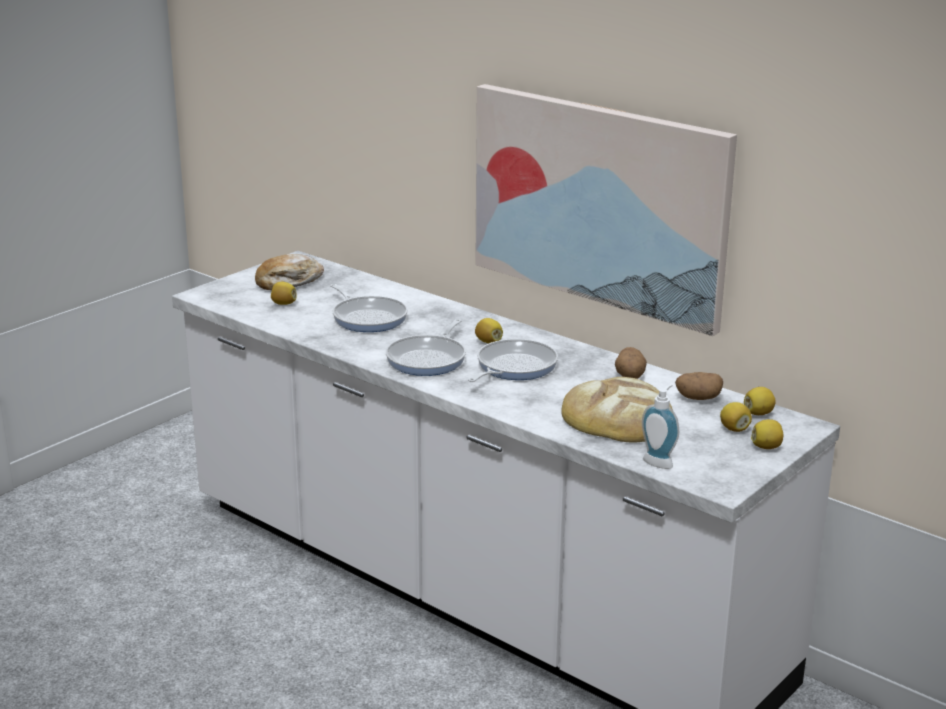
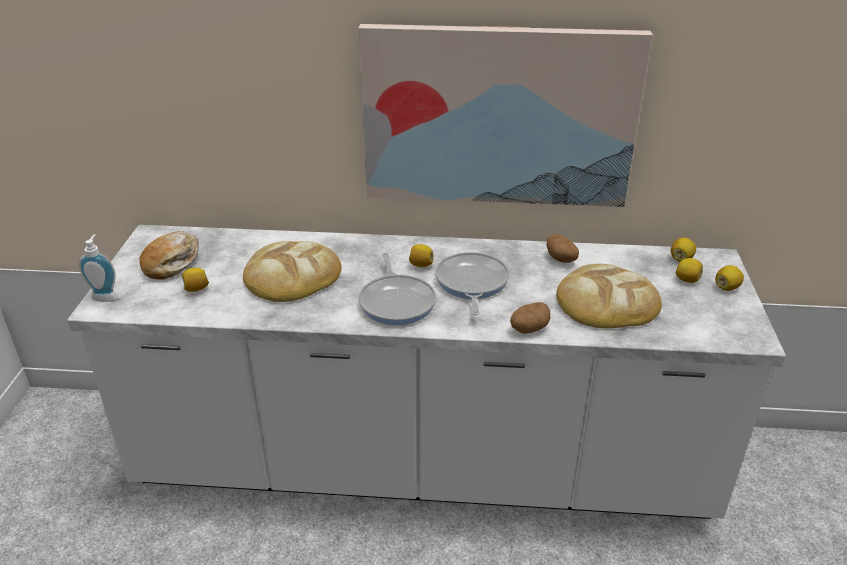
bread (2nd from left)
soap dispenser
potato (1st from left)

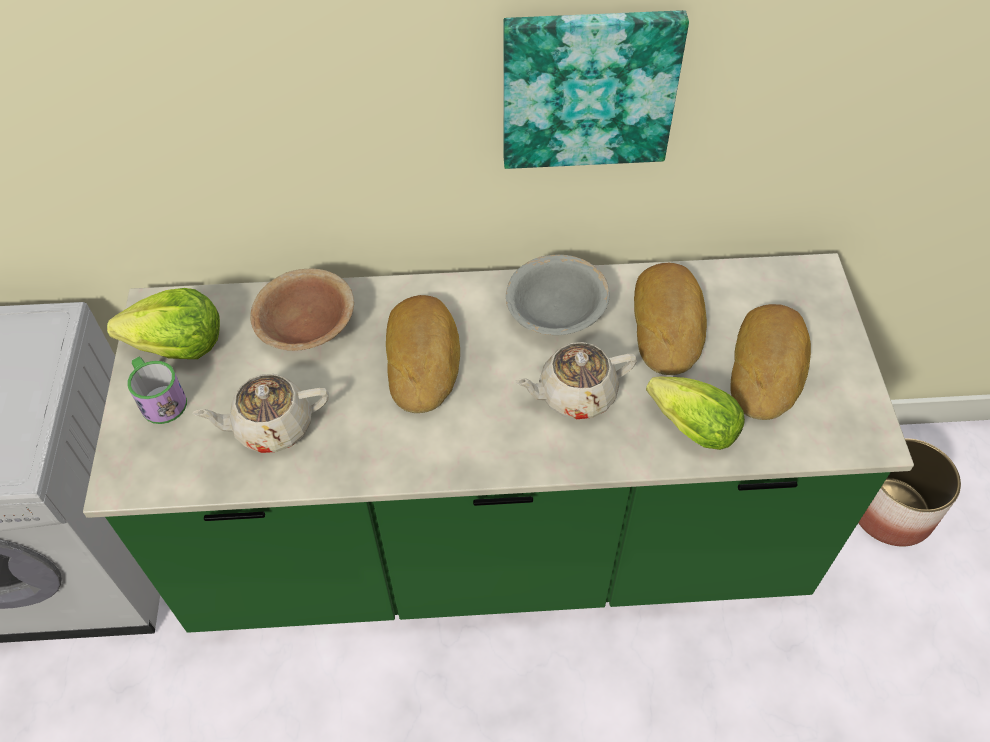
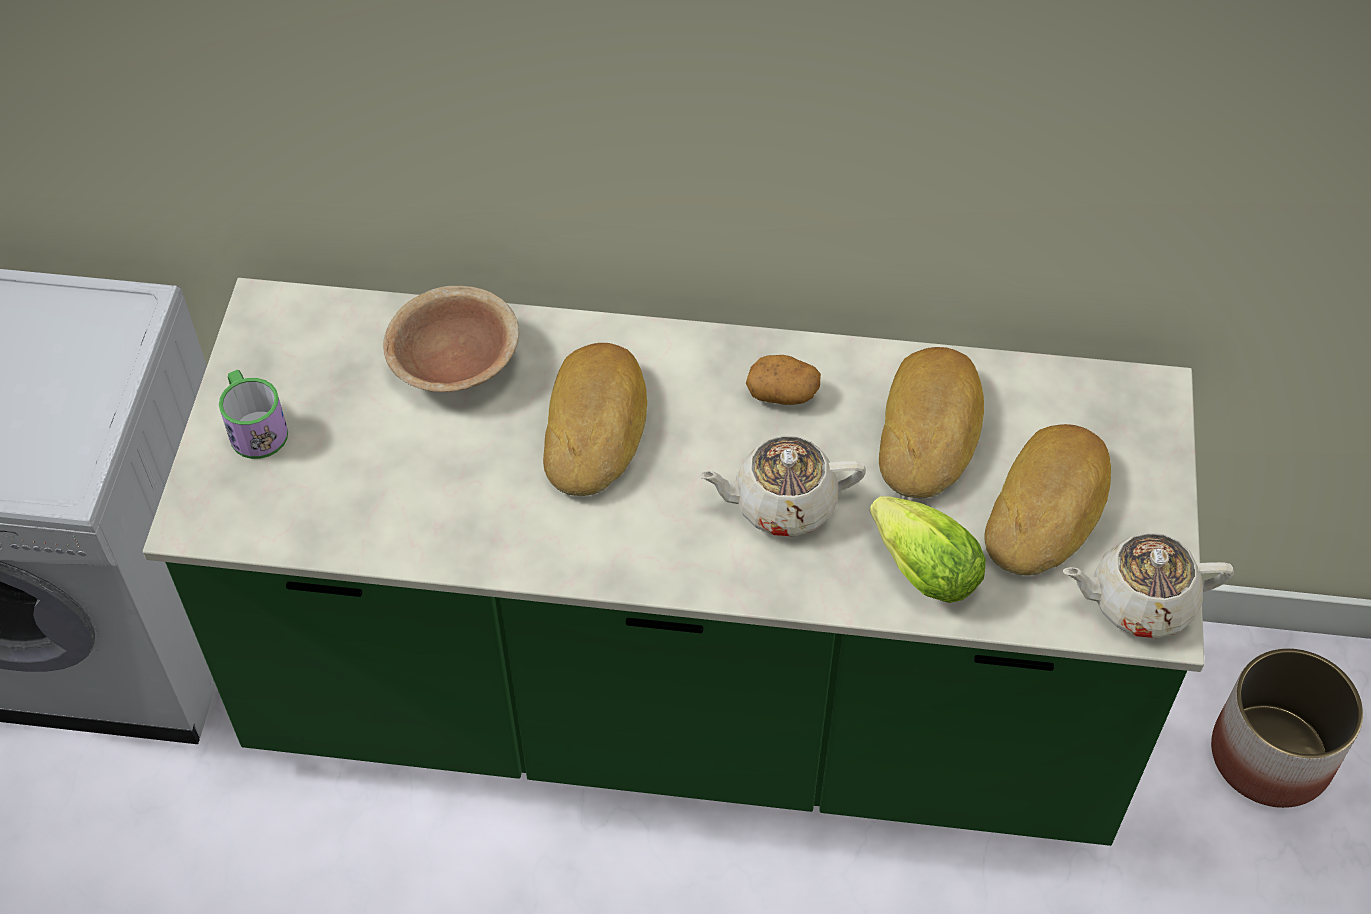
lettuce (1st from left in the first image)
beige teapot (2nd from left)
picture
potato

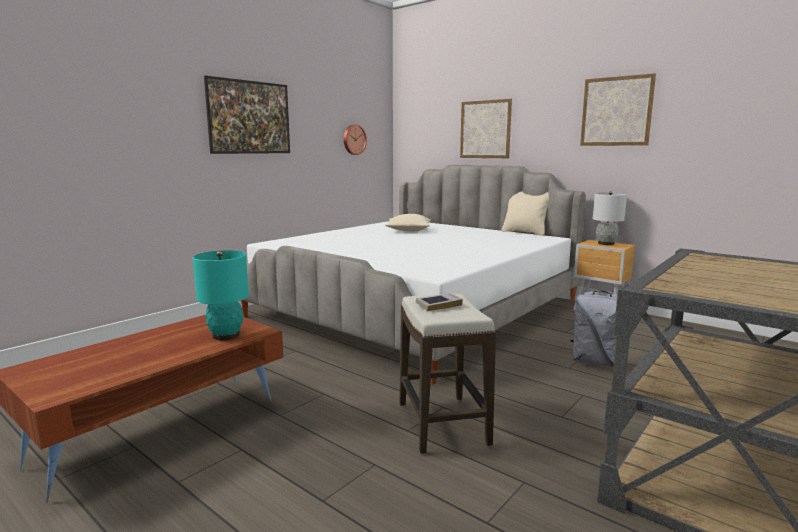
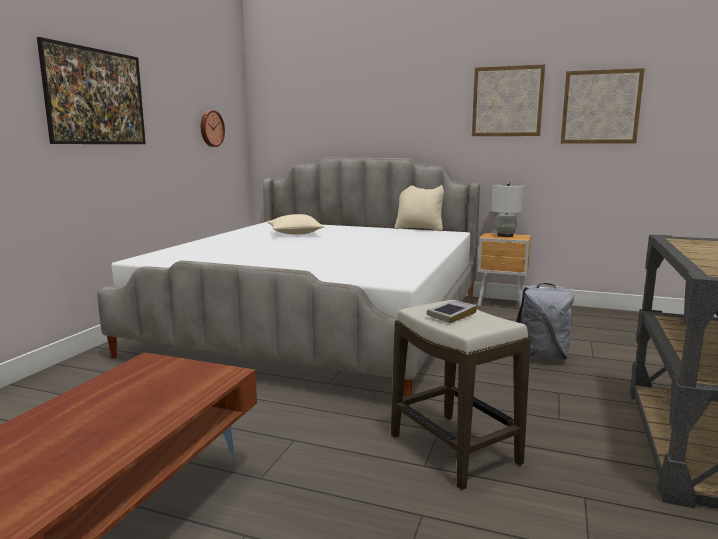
turquoise table lamp
picture (3rd from left)

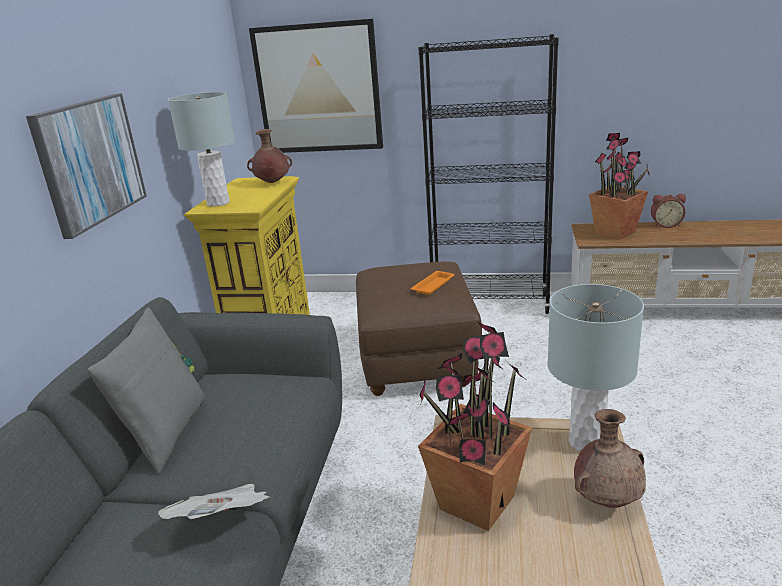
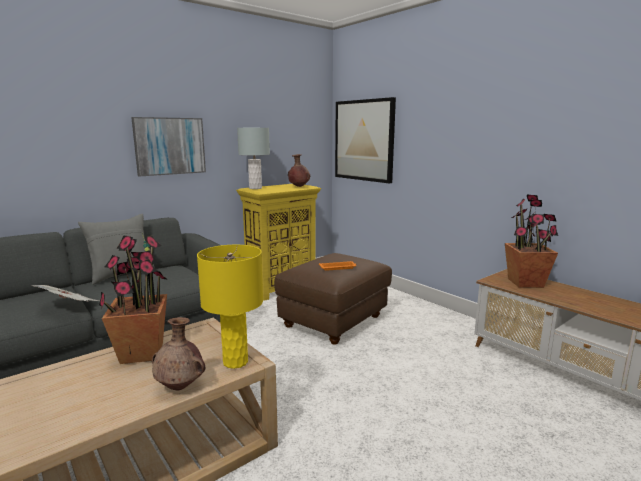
black bookcase
yellow table lamp
alarm clock

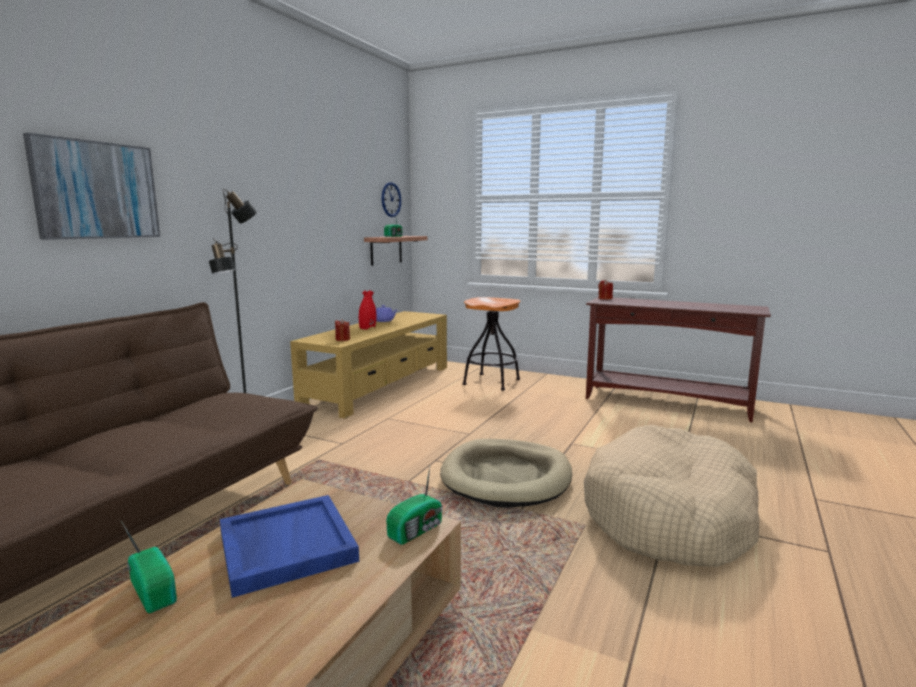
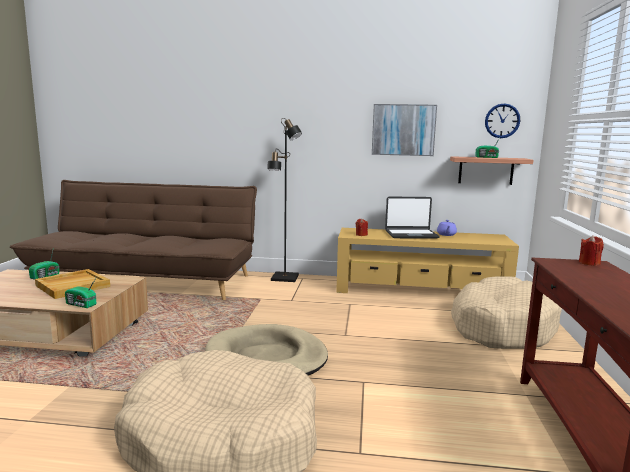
picture
beige tray
laptop
beige dog bed (3rd from left)

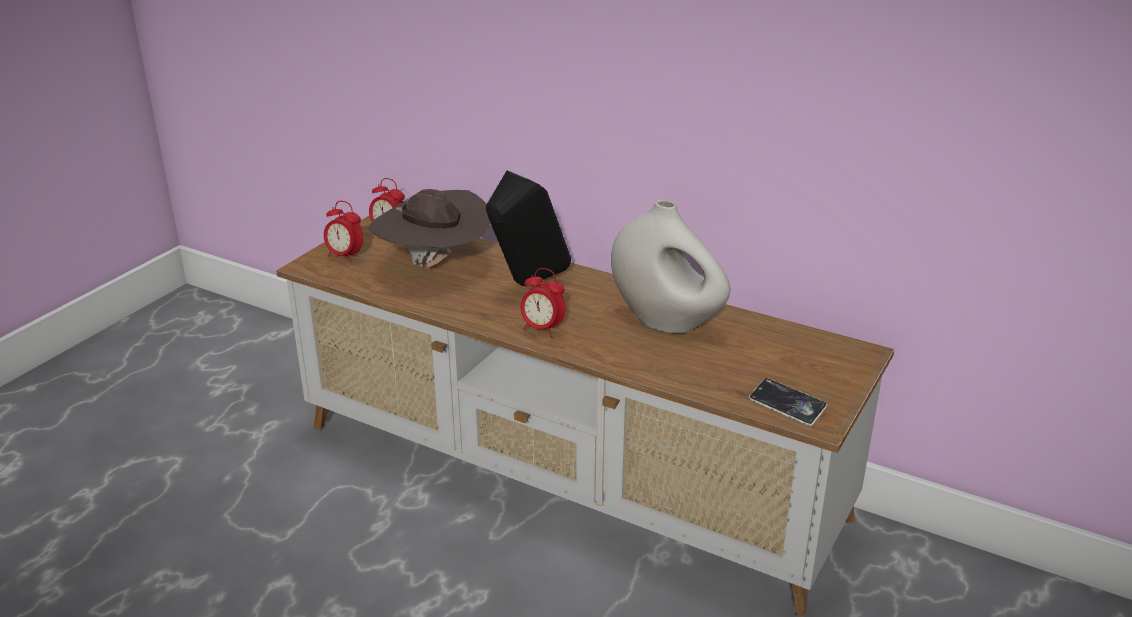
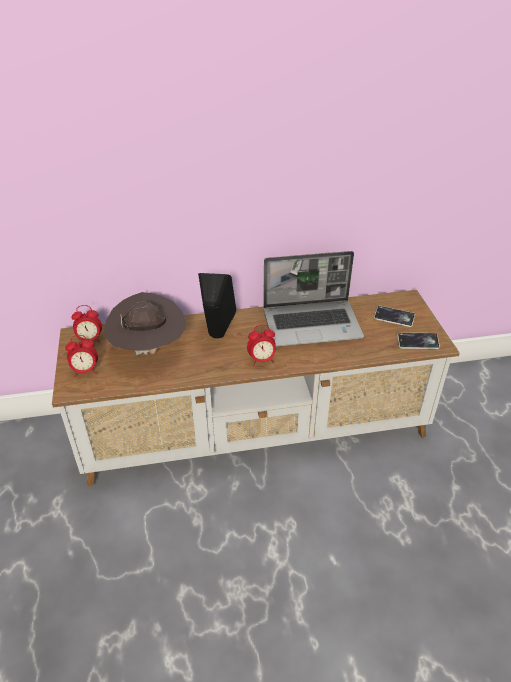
laptop
phone (1st from left)

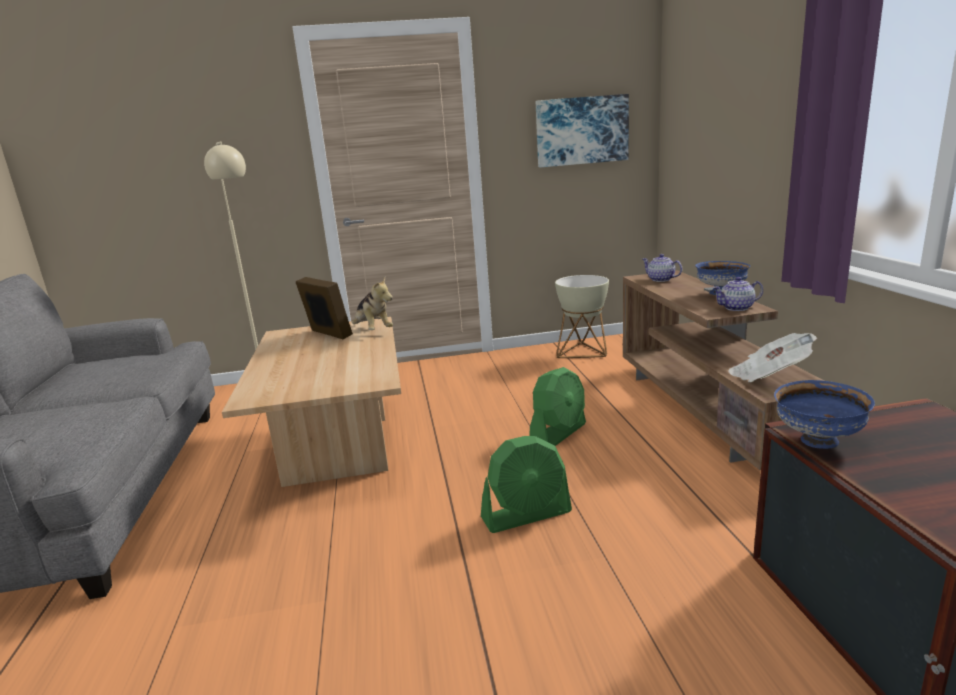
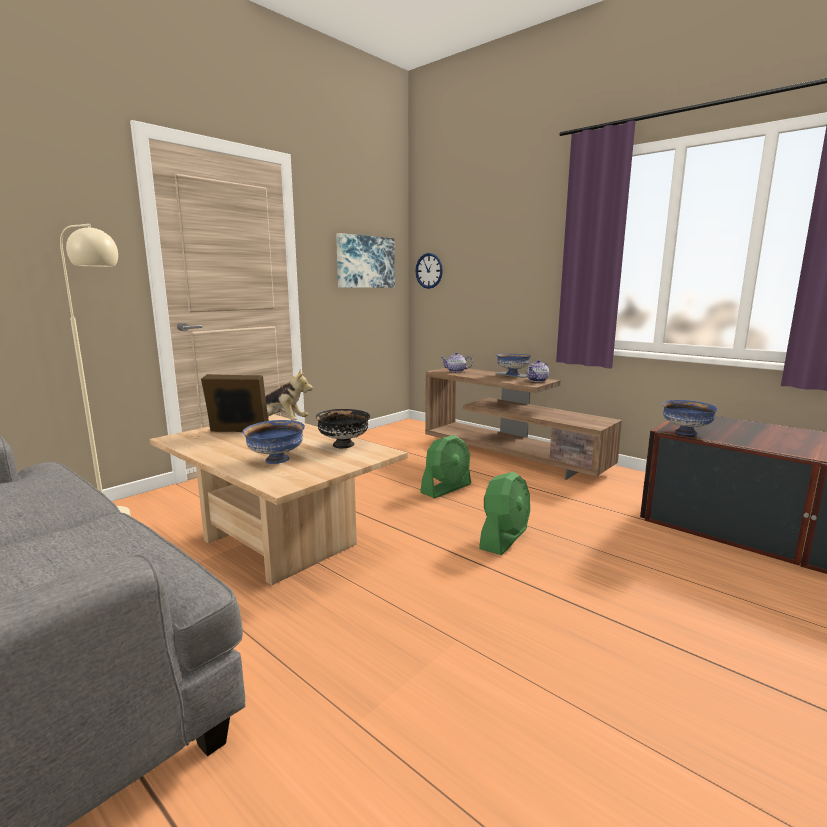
green fan (1st from left)
planter
newspaper
blue bowl (1st from left)
black bowl
wall clock

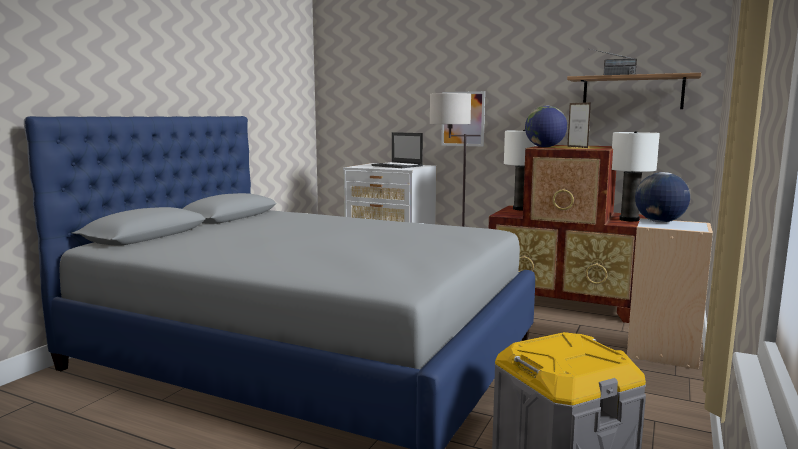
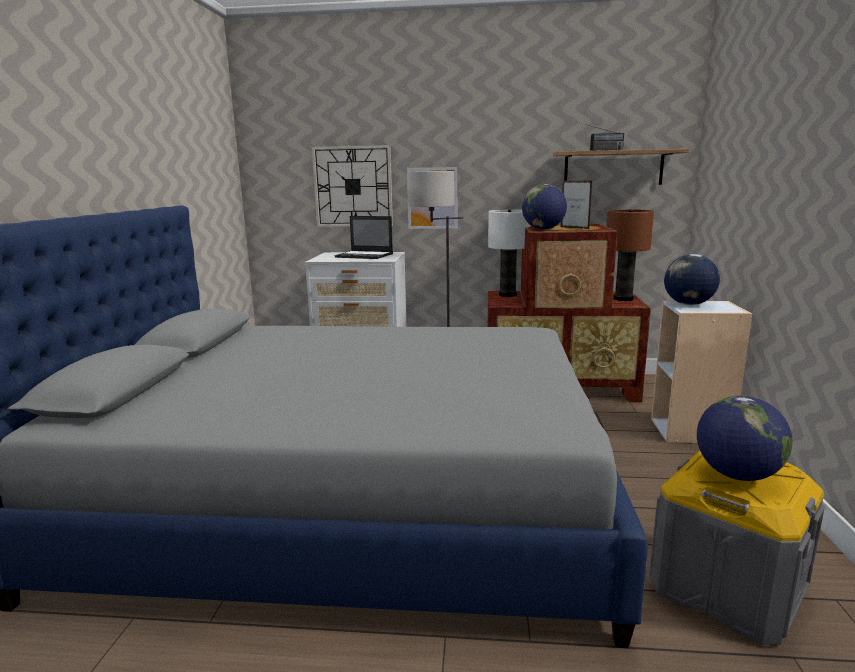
brown table lamp
wall clock
globe (3rd from left)

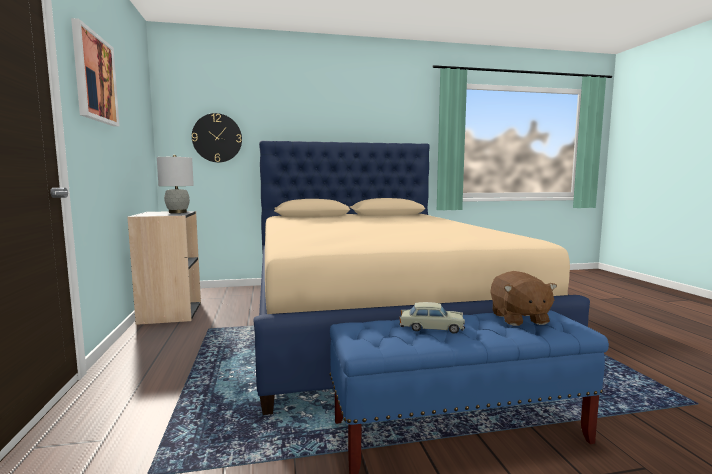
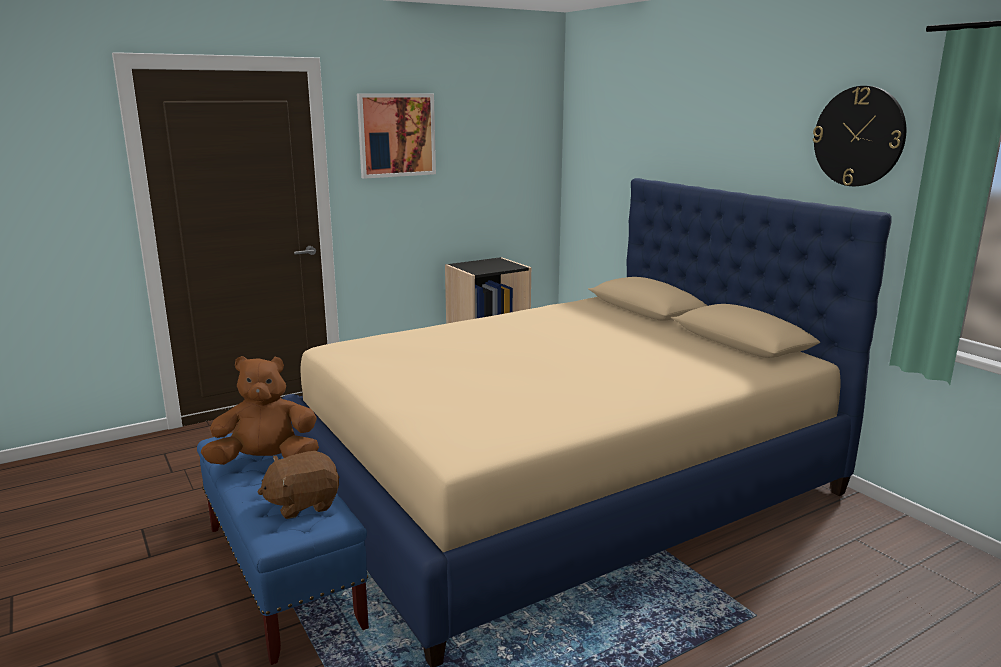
white table lamp
wall clock
brown plush toy (1st from left)

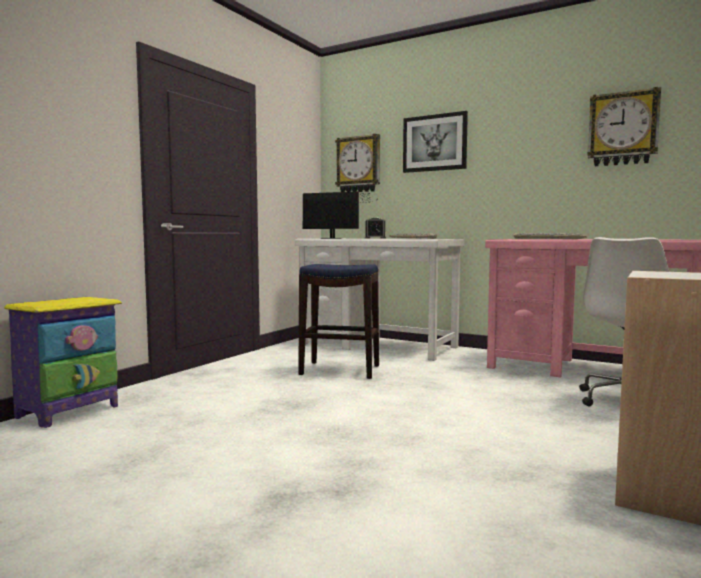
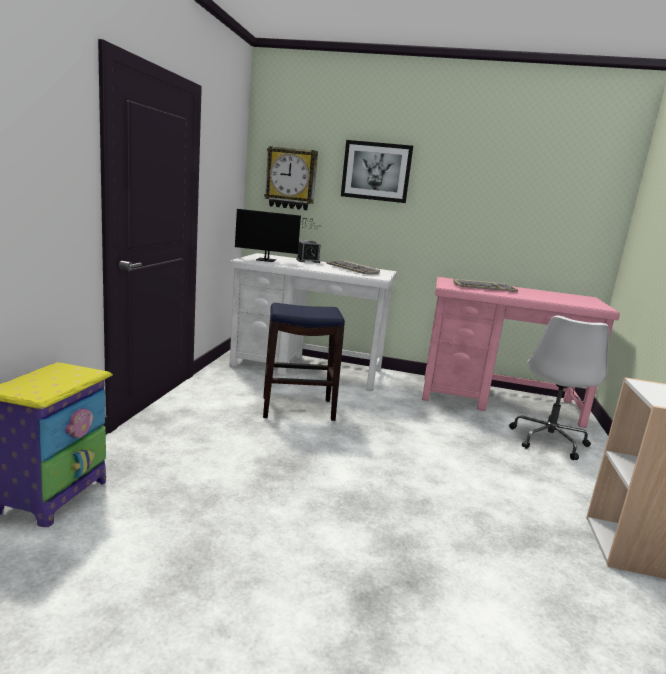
wall clock (2nd from left in the first image)

